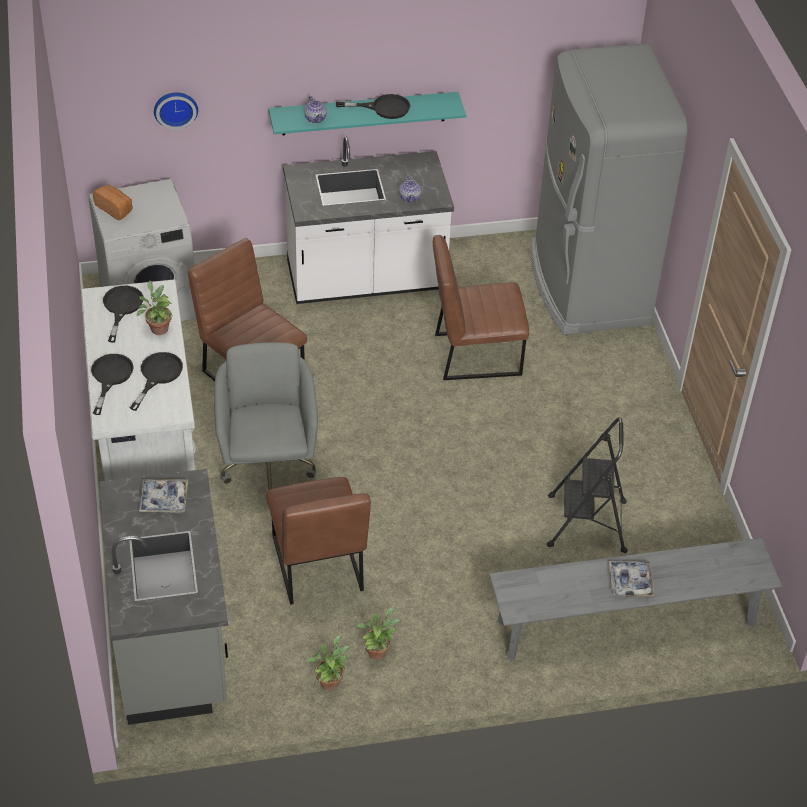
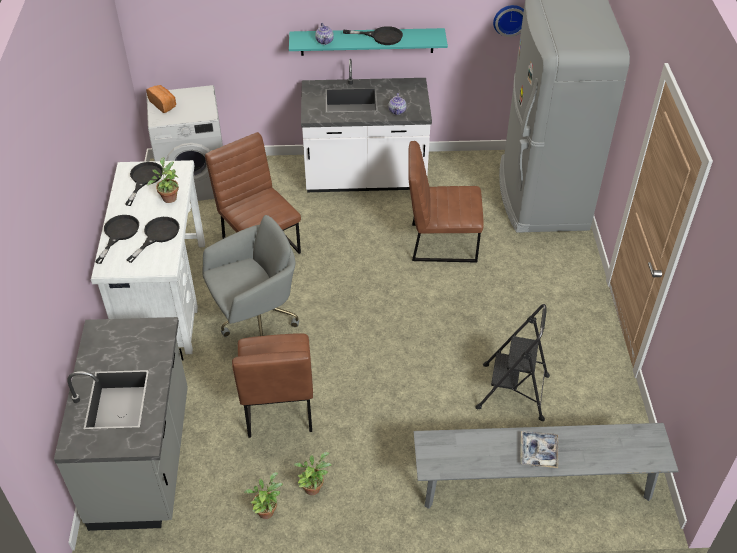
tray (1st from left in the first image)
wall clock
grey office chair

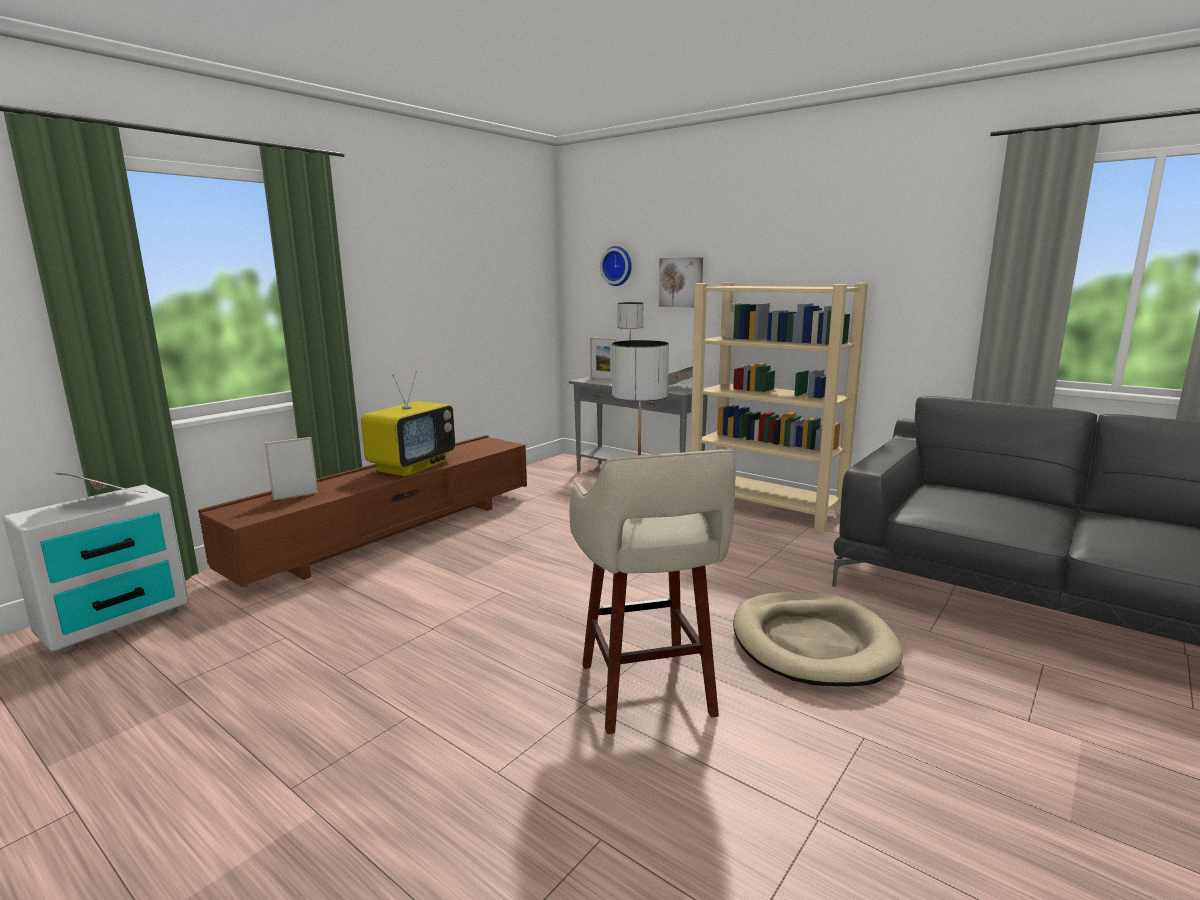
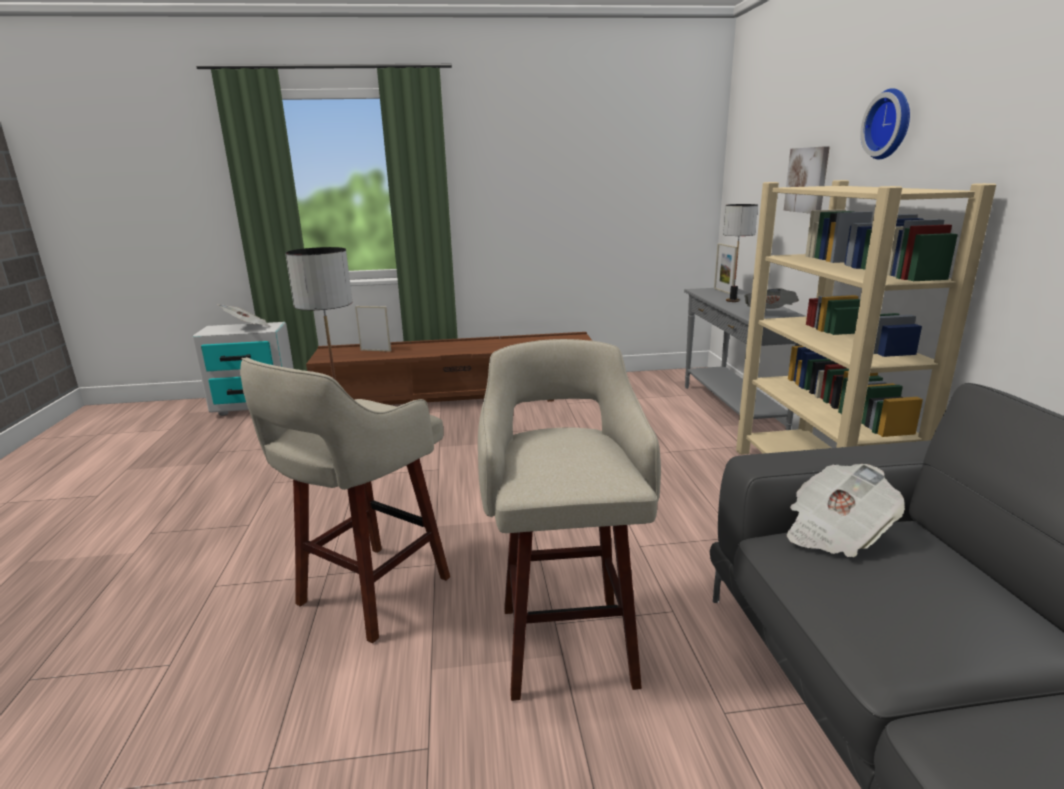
television
wall clock
beige stool (2nd from left)
newspaper (3rd from left)

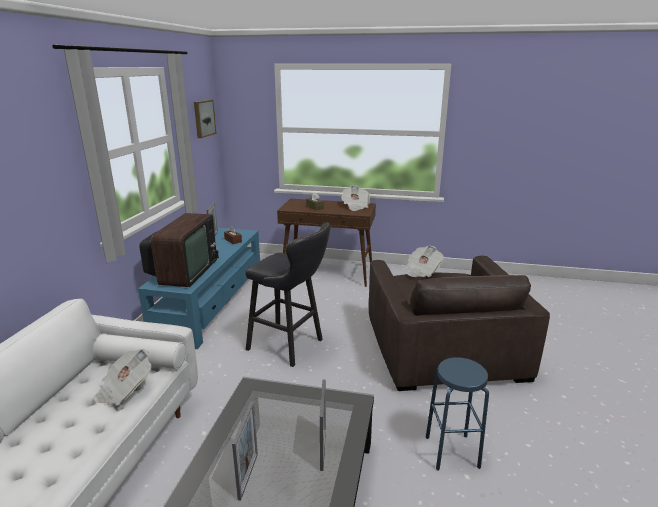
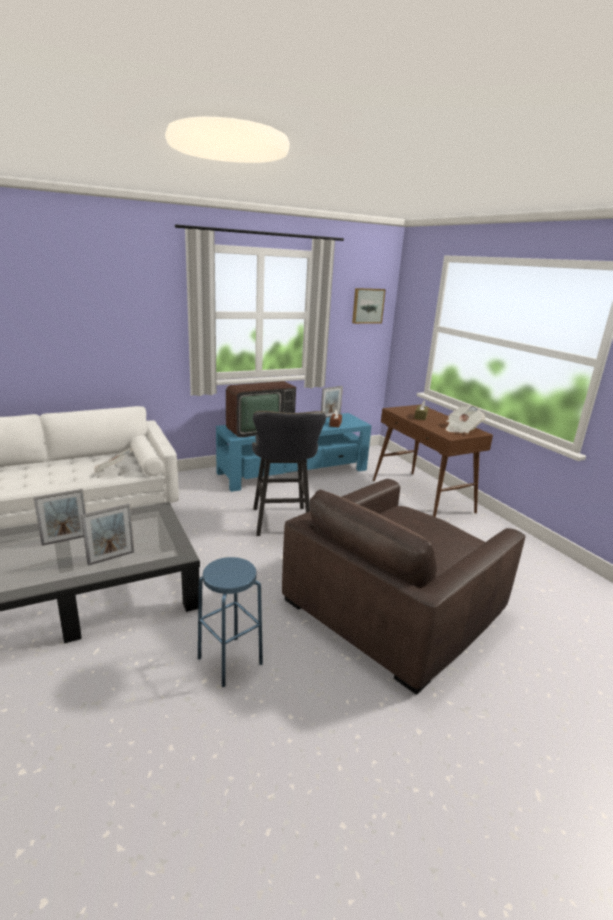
newspaper (3rd from left in the first image)

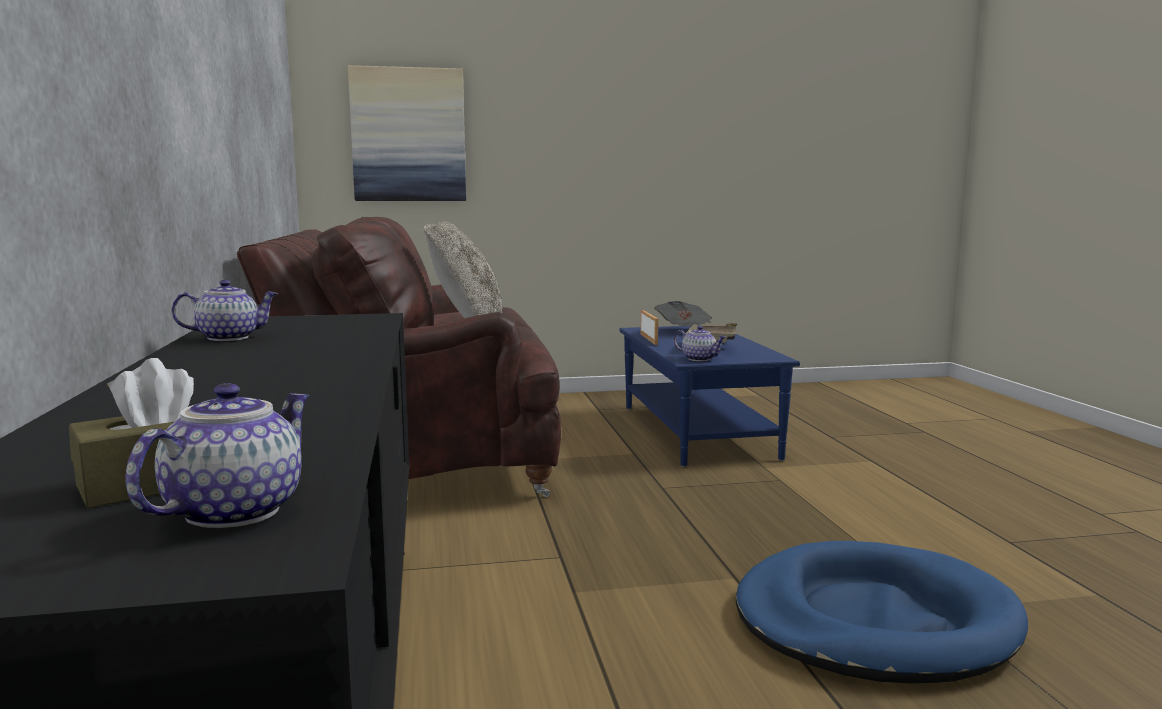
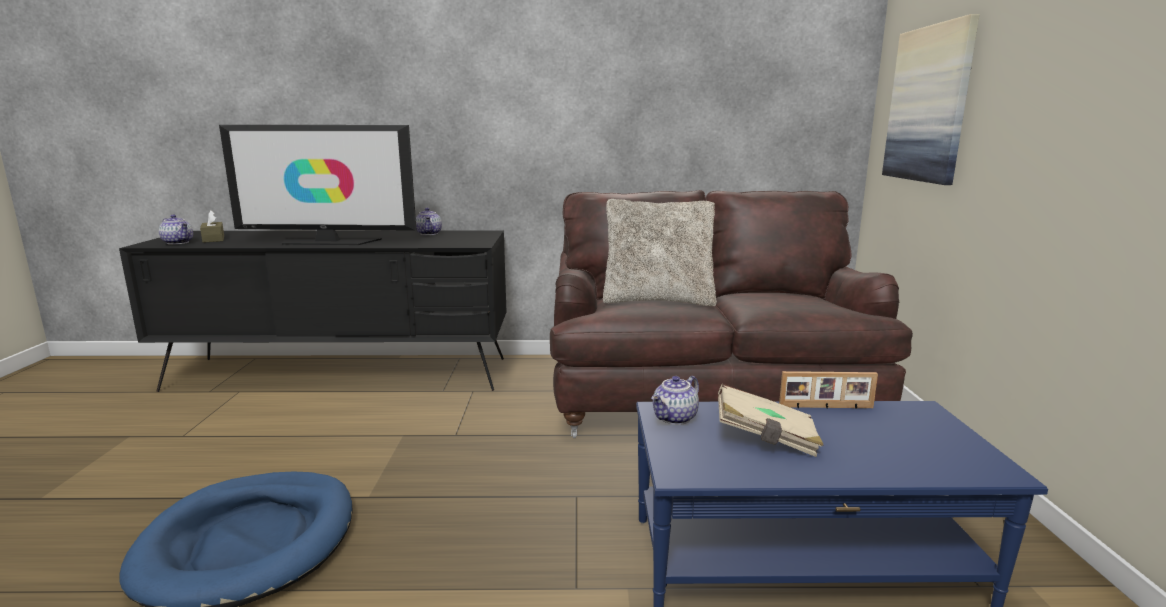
newspaper
television

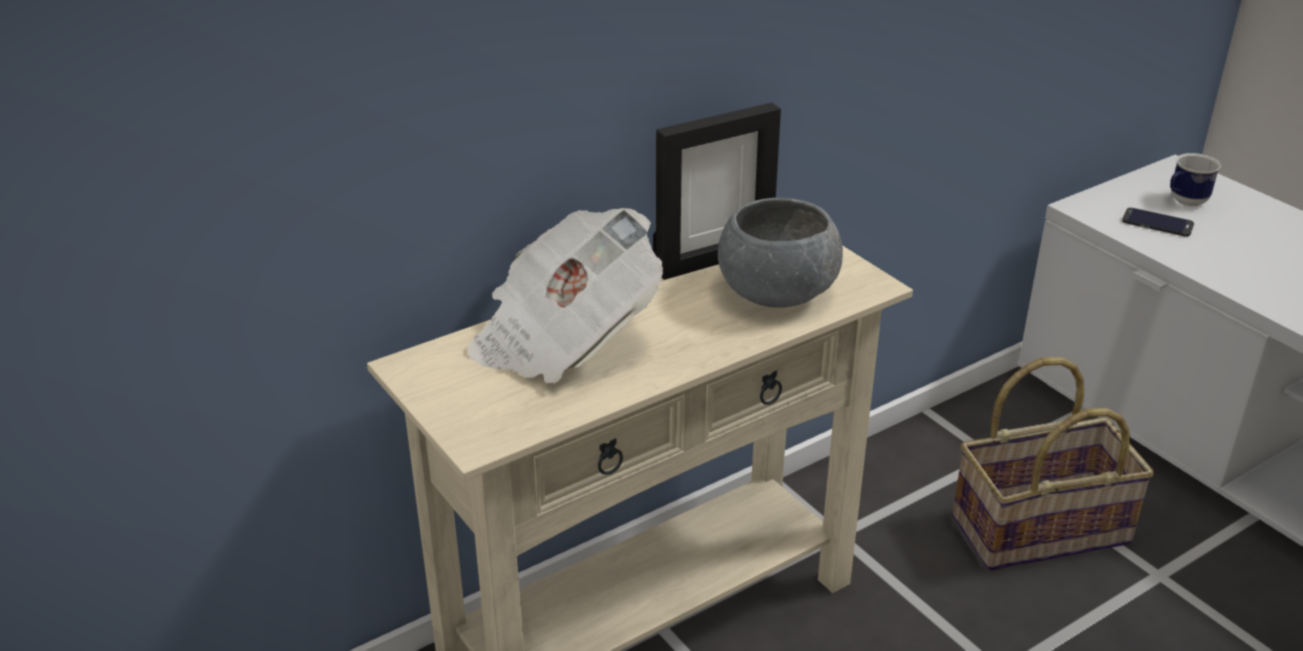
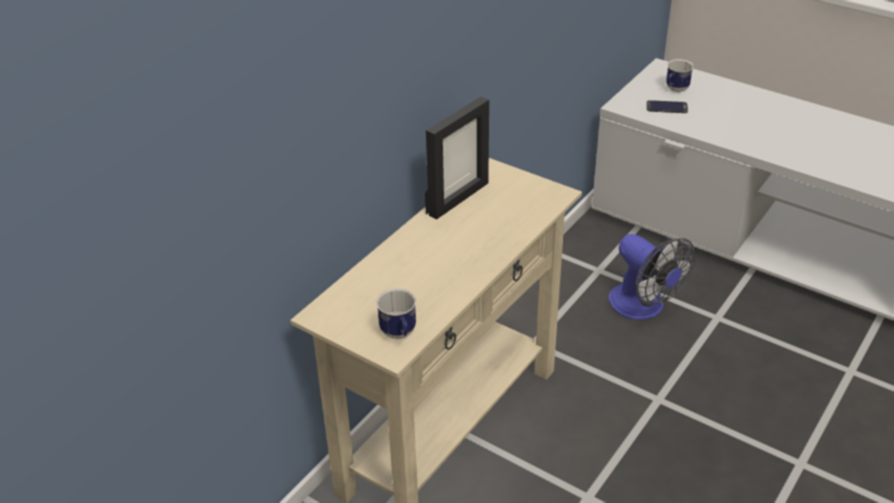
newspaper
grey bowl
fan
mug (1st from left)

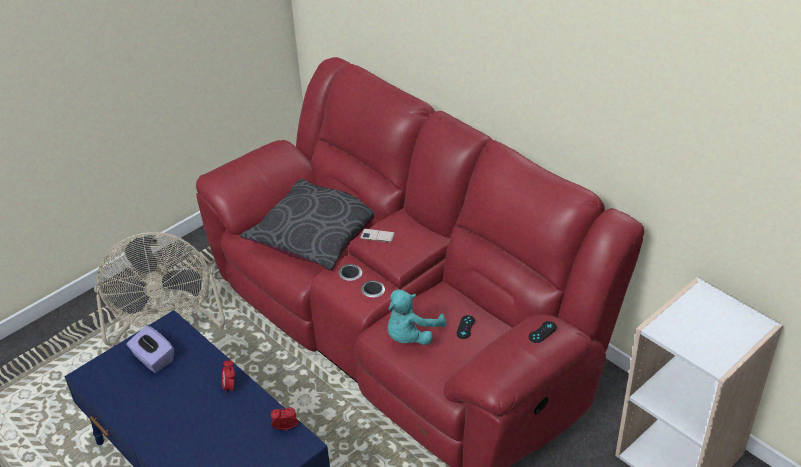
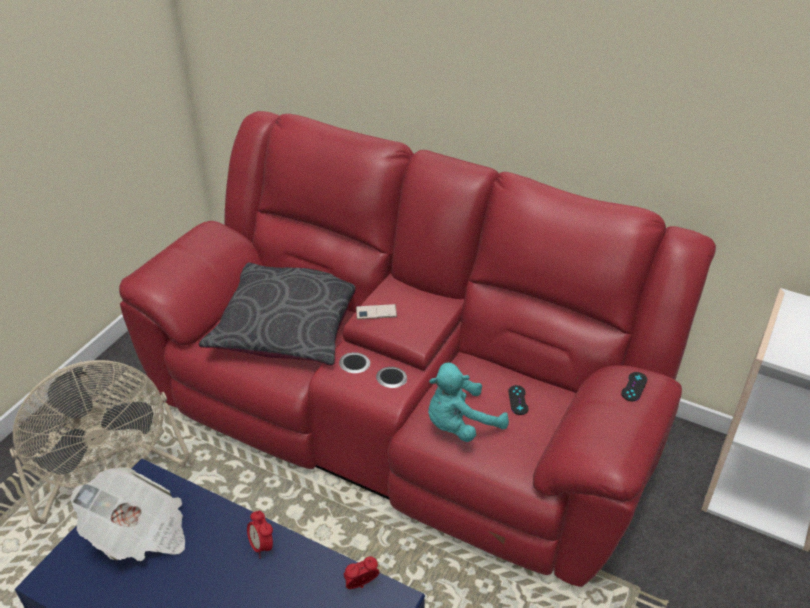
newspaper
turquoise plush toy

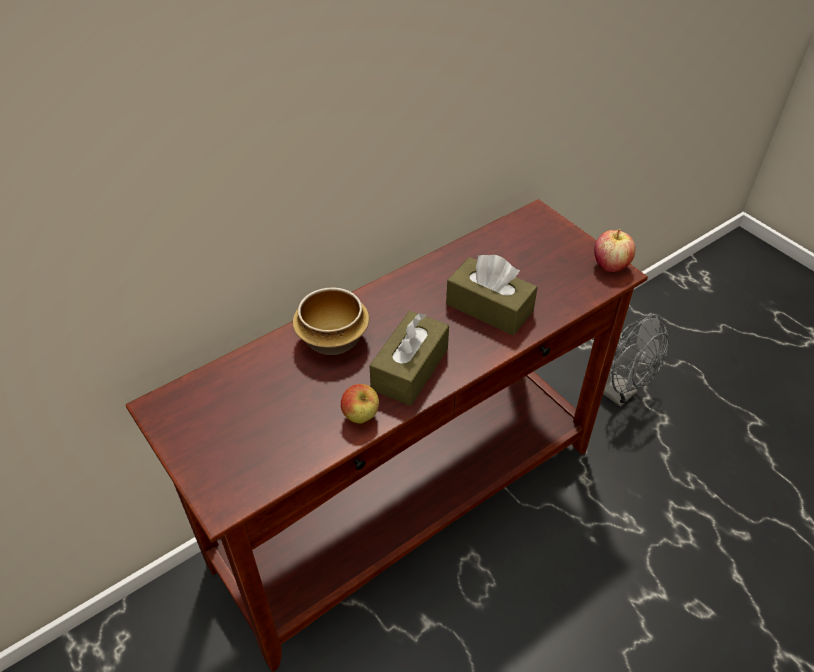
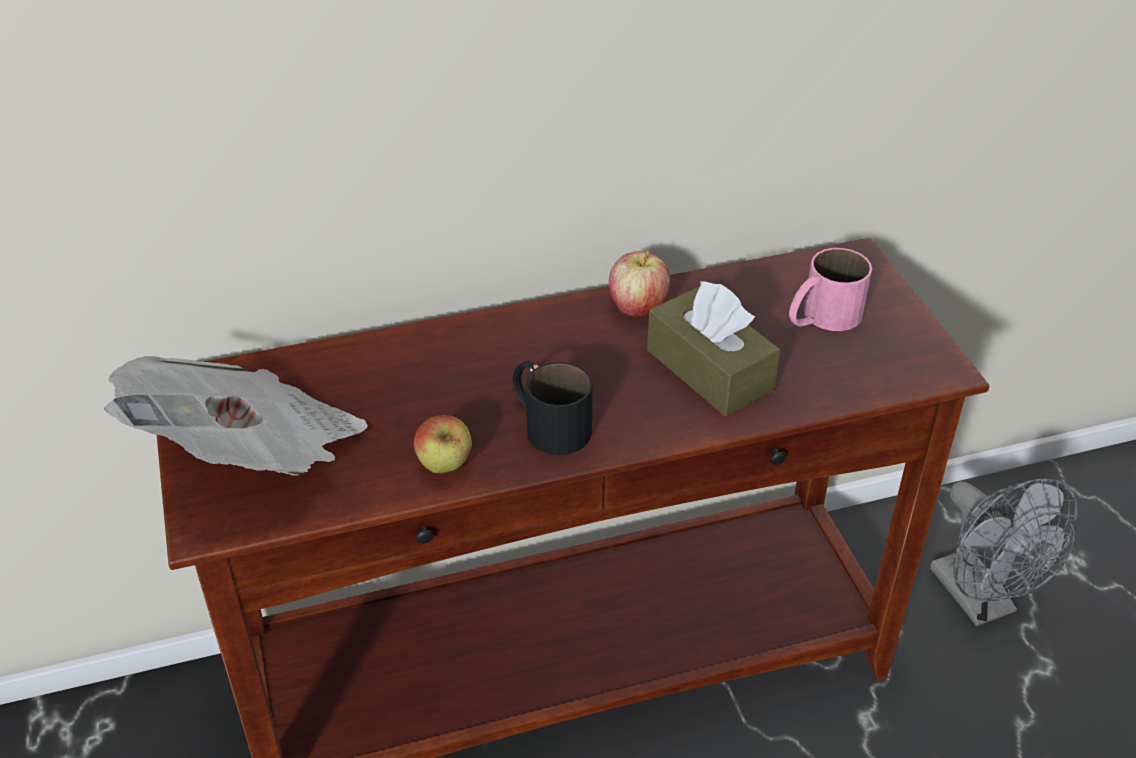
bowl
black mug
apple (2nd from left)
newspaper
pink mug

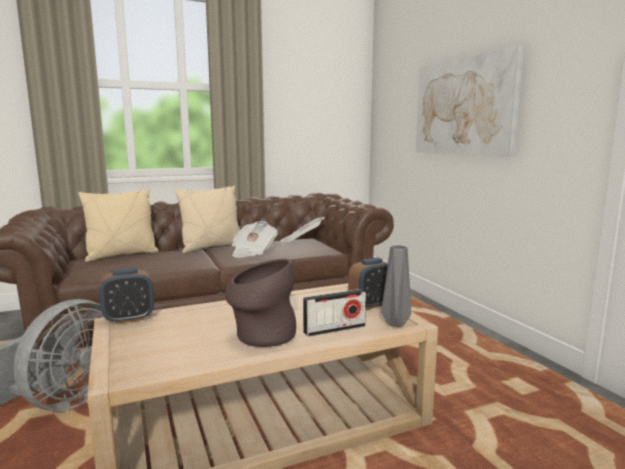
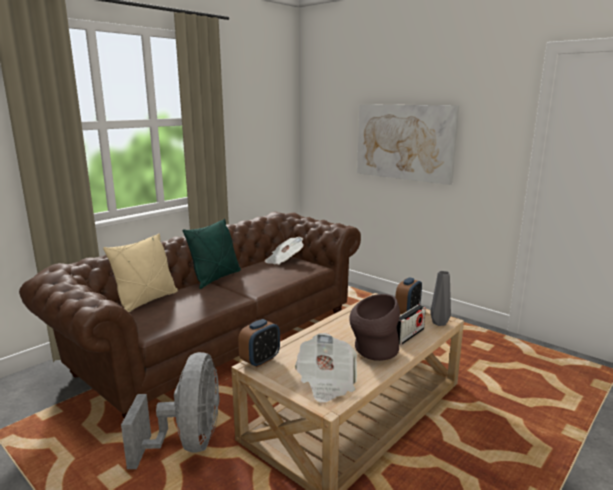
green pillow
newspaper (2nd from left)

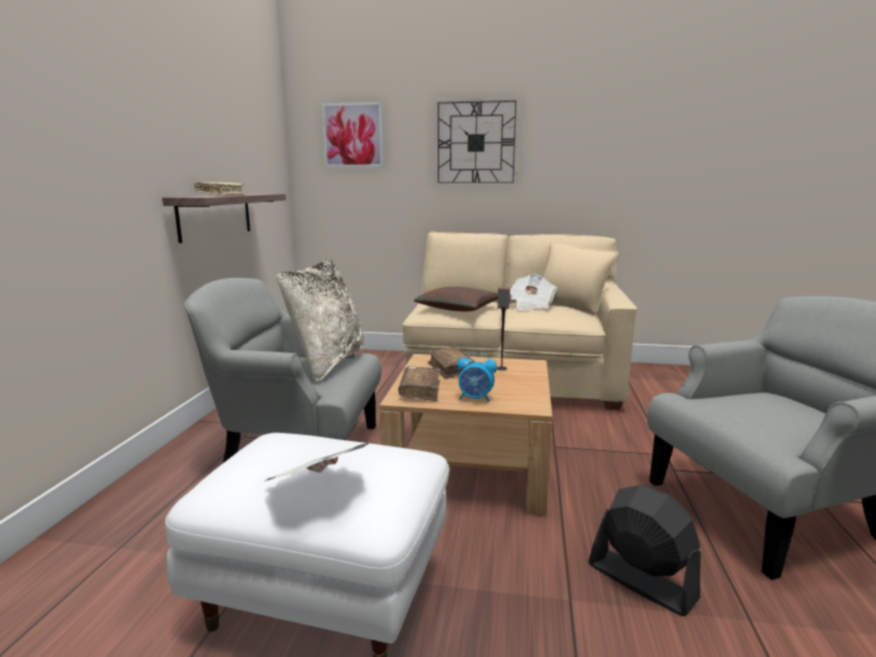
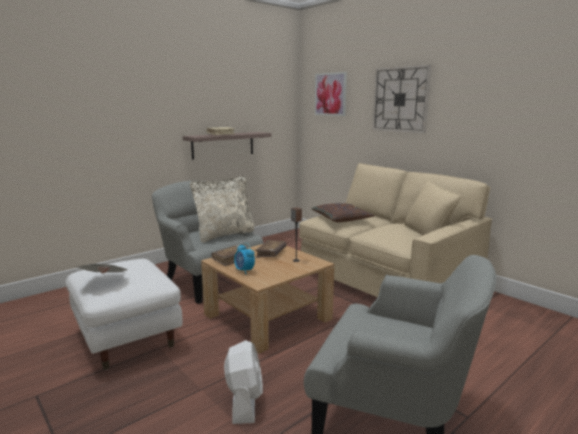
newspaper (2nd from left in the first image)
white fan

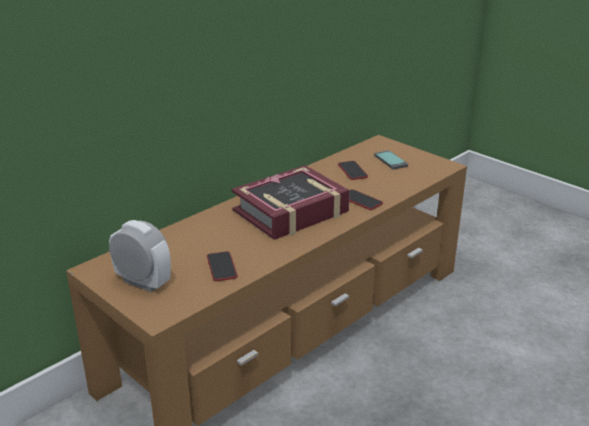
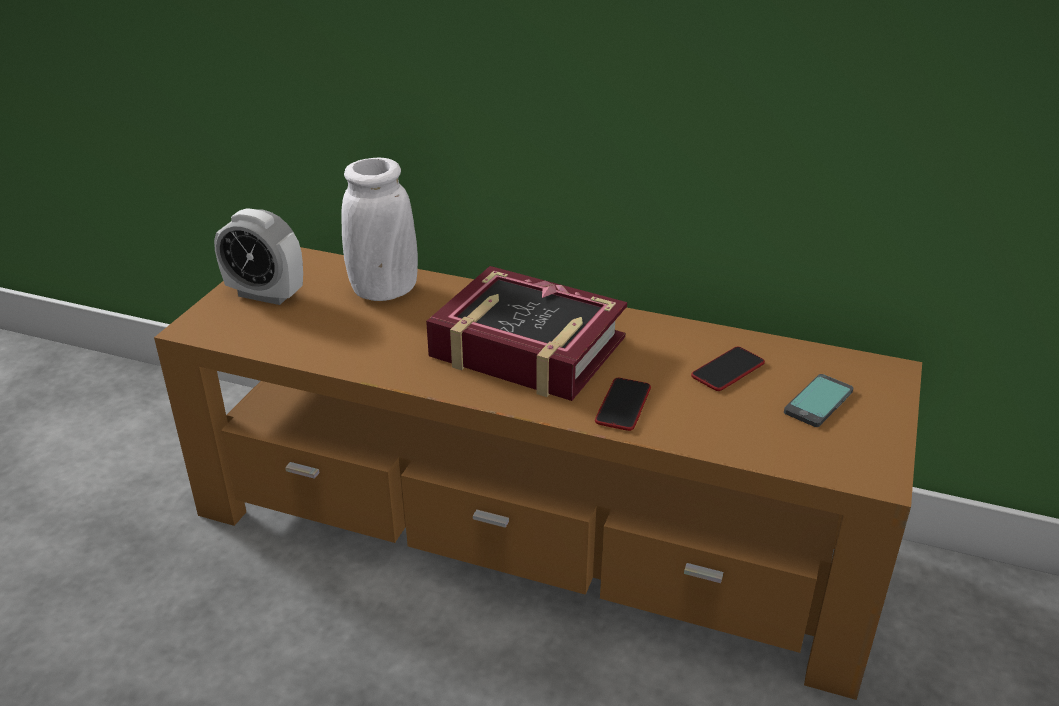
alarm clock
phone (1st from left in the first image)
white vase

